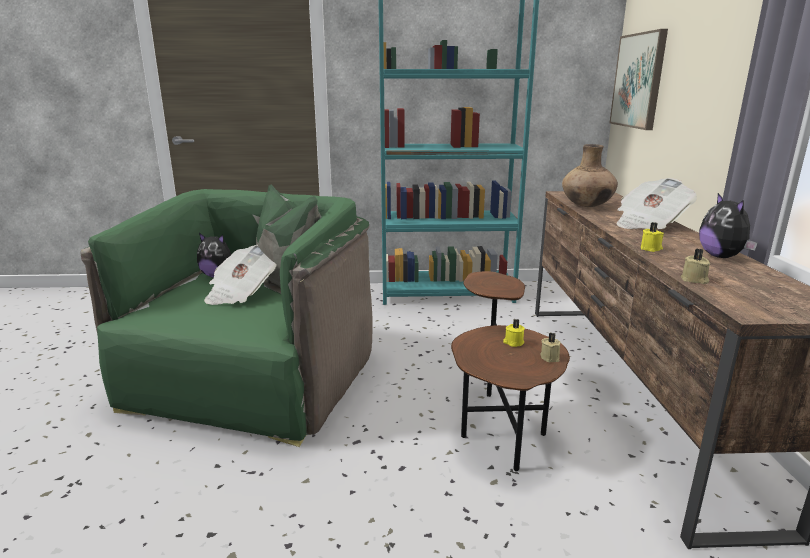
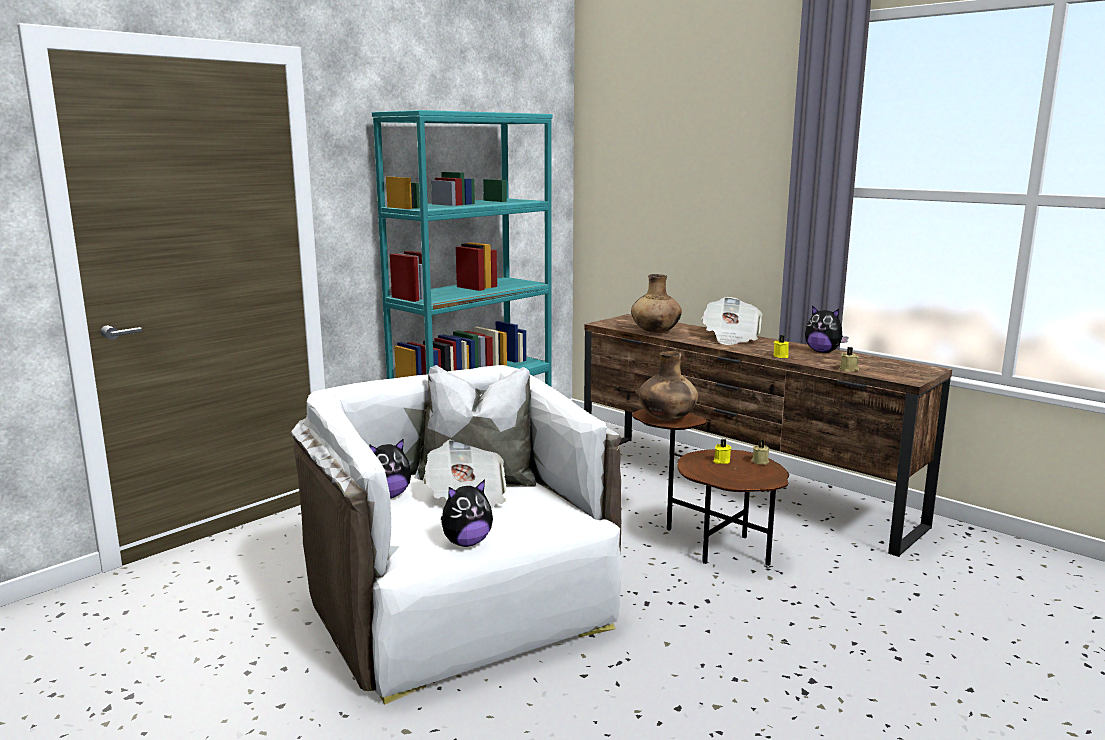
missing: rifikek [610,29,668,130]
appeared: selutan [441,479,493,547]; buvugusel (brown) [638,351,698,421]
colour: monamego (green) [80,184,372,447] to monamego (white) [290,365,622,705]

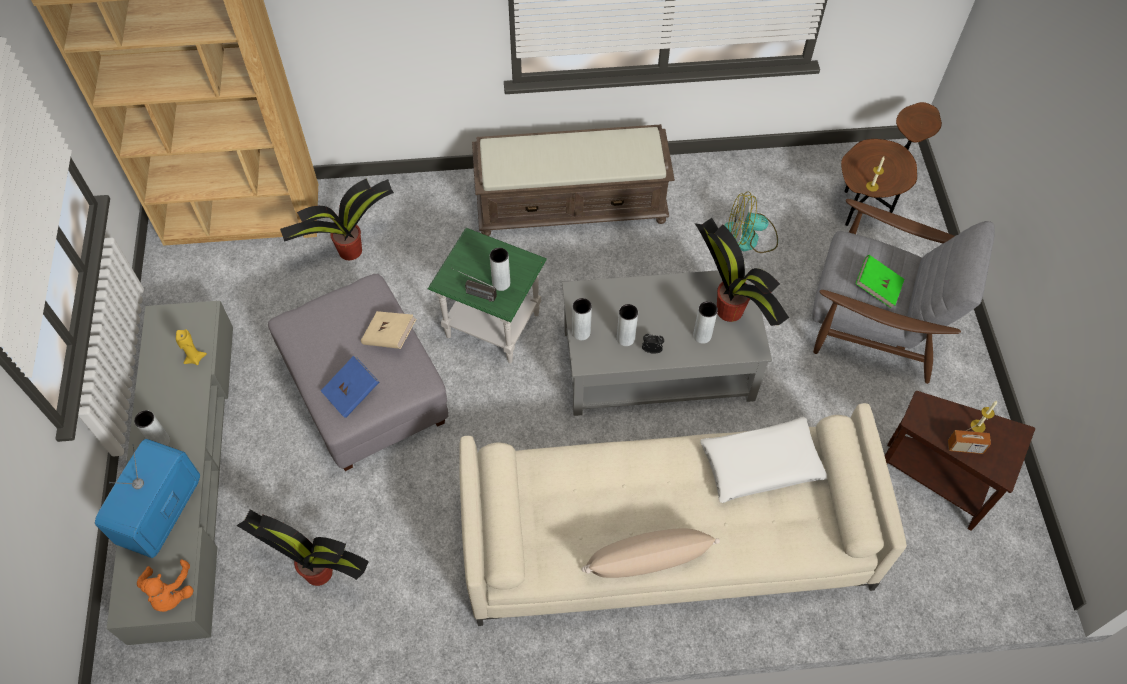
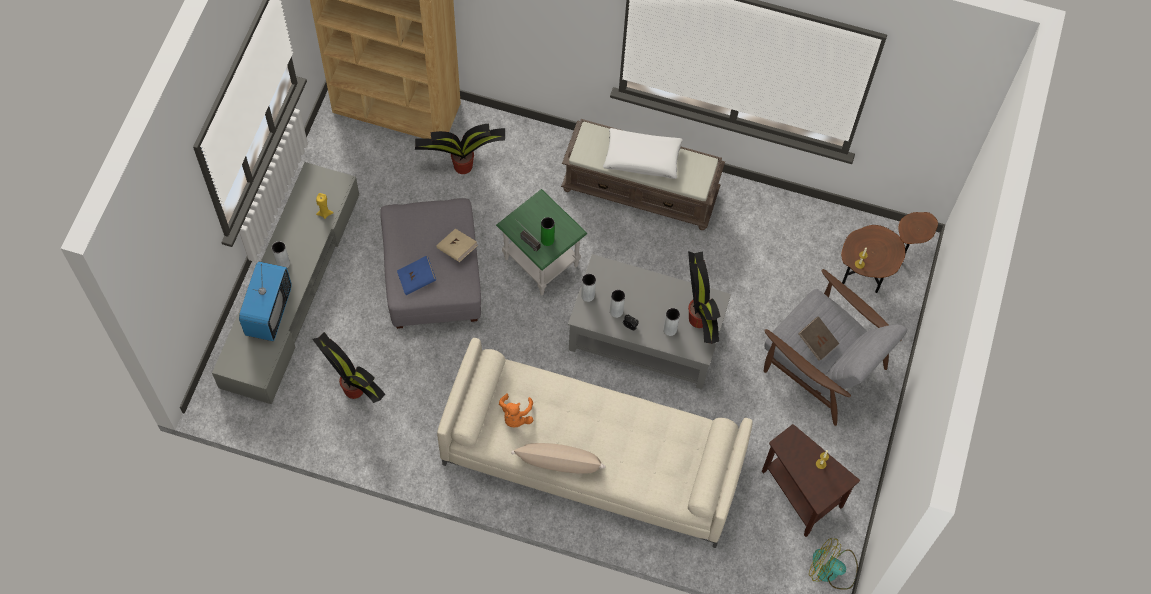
missing: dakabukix [948,419,991,454]
relocated: selutan (orange) [137,560,193,612] to [499,393,533,427]; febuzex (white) [701,417,827,503] to [603,128,683,179]; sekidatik [724,191,778,253] to [809,538,858,590]
colour: buvugusel (grey) [490,248,510,291] to buvugusel (green) [541,217,555,246]; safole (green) [855,255,904,308] to safole (brown) [798,316,839,360]
spun: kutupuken [95,439,200,558] = [239,261,292,341] 150 degrees clockwise

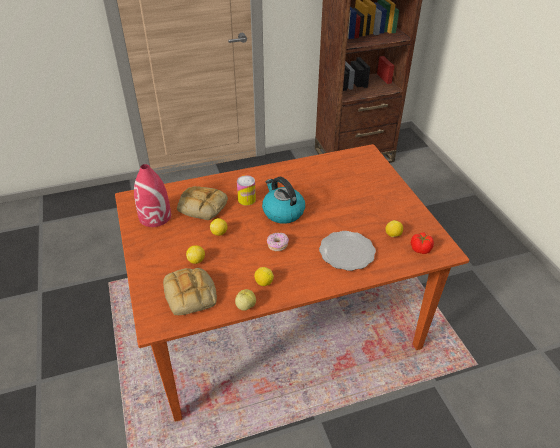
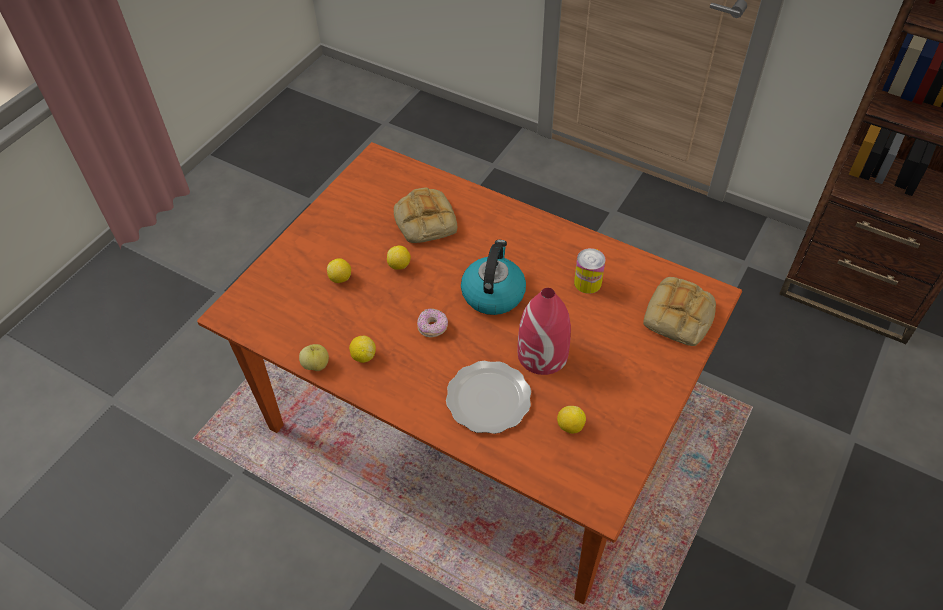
missing: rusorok [411,233,434,254]
relocated: buvugusel (red) [134,164,171,227] to [518,288,571,375]; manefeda [163,268,217,315] to [643,277,716,346]; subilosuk [237,175,256,205] to [574,248,605,294]

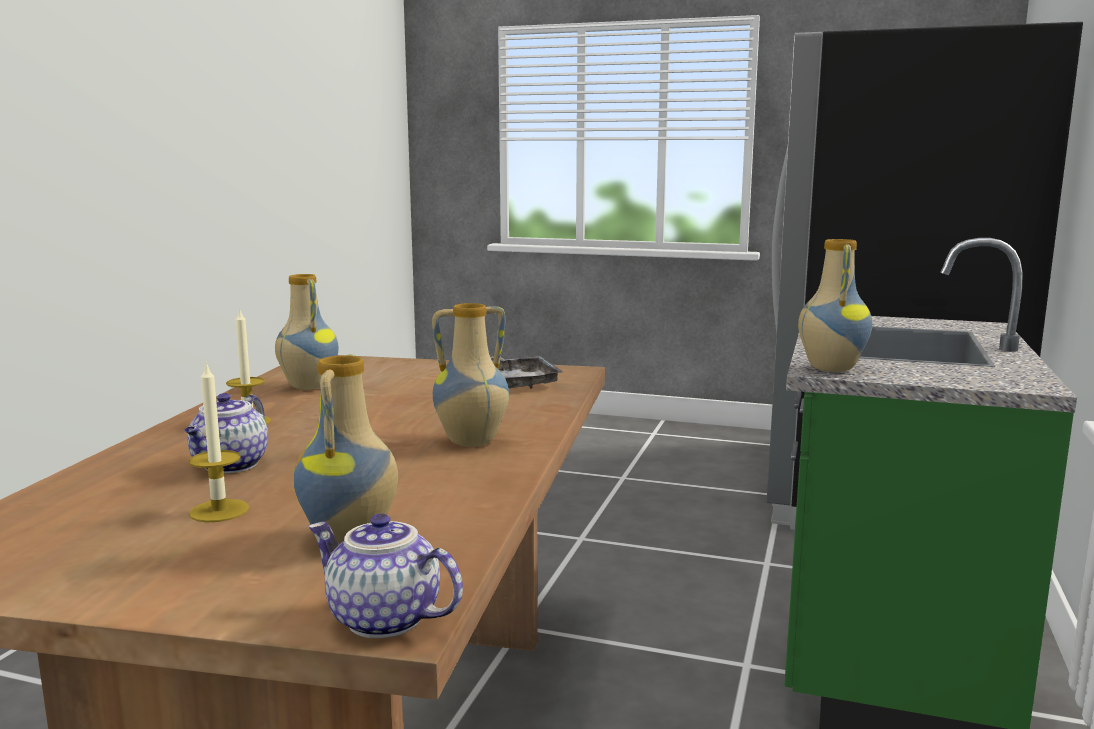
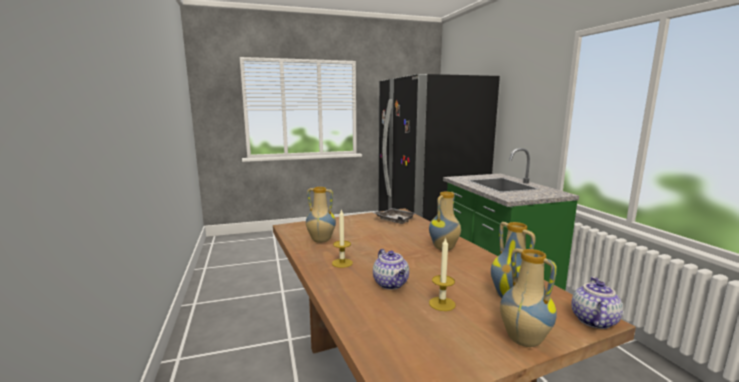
relocated: buvugusel [798,239,872,372] to [500,248,557,347]
spun: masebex [308,513,463,638] = [571,277,623,329] 120 degrees clockwise

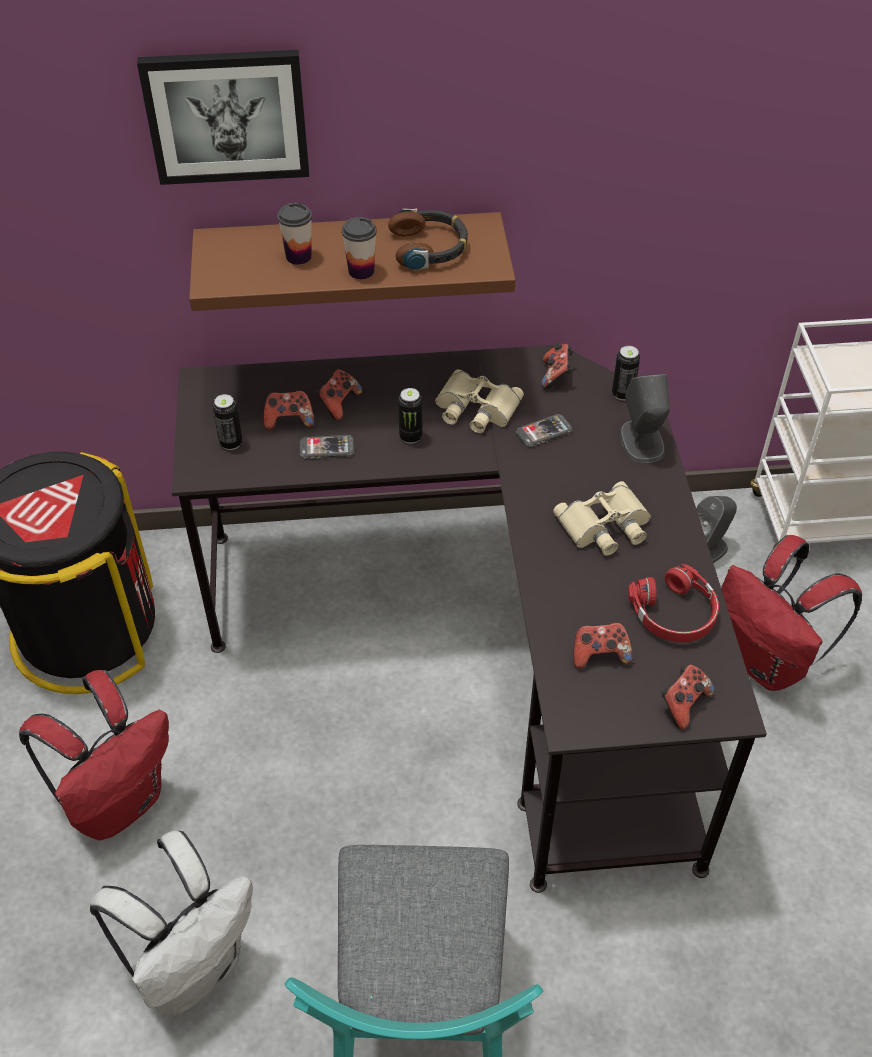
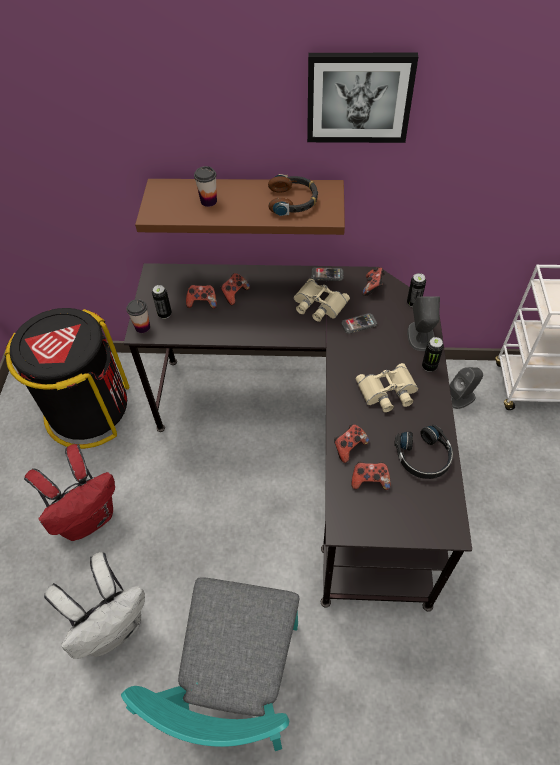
missing: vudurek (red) [721,535,862,691]
relocated: rifikek [137,50,309,185] to [307,53,418,143]; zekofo [300,435,354,459] to [311,267,344,281]; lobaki [342,217,377,279] to [126,299,150,333]; subilosuk [398,388,423,444] to [422,337,444,372]; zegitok [662,664,715,729] to [334,424,369,463]
colour: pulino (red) [628,564,719,642] to pulino (black) [394,425,453,479]

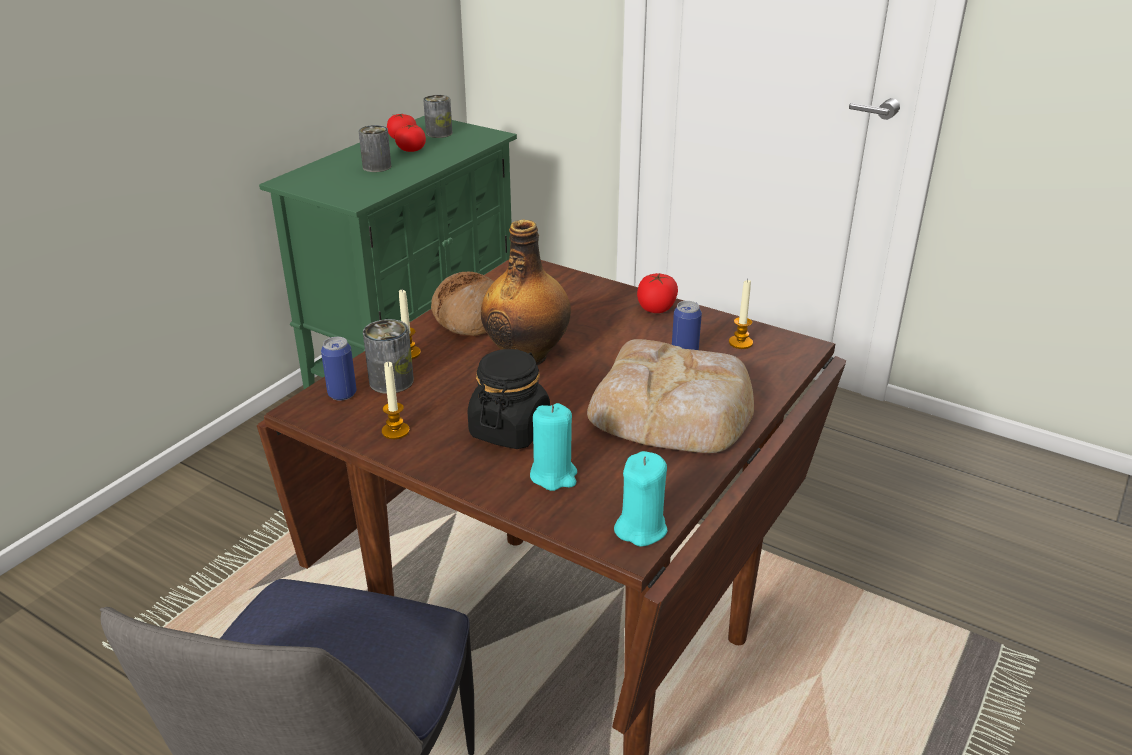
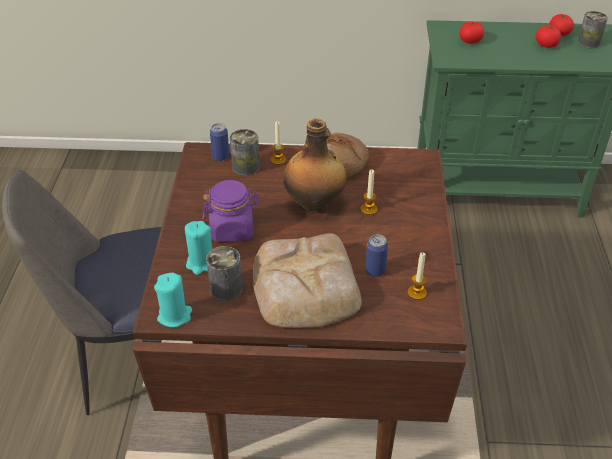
relocated: subilosuk [359,125,391,172] to [206,246,243,301]; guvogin [382,362,410,439] to [361,169,378,215]; rusorok [637,273,678,313] to [459,21,484,44]
colour: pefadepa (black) [468,349,550,449] to pefadepa (purple) [203,180,259,242]

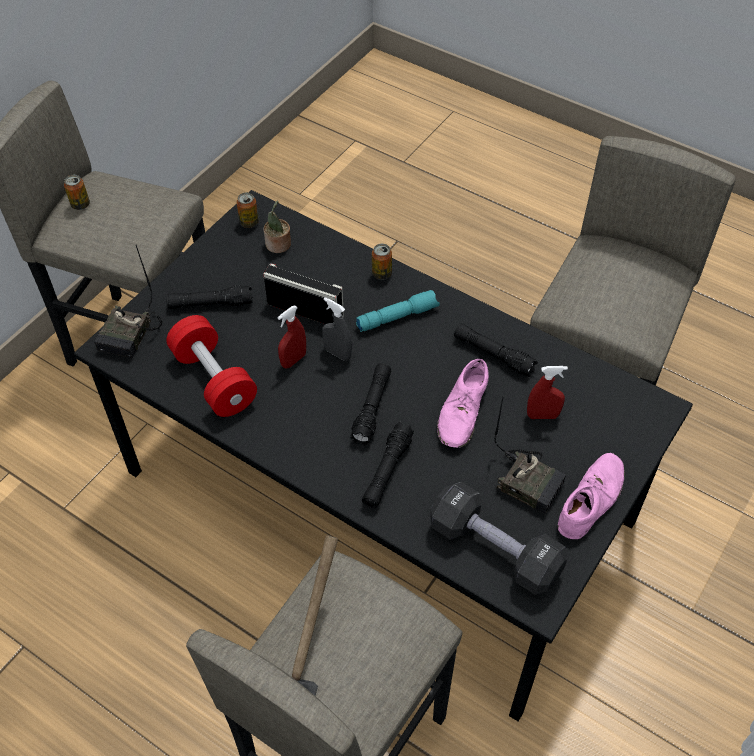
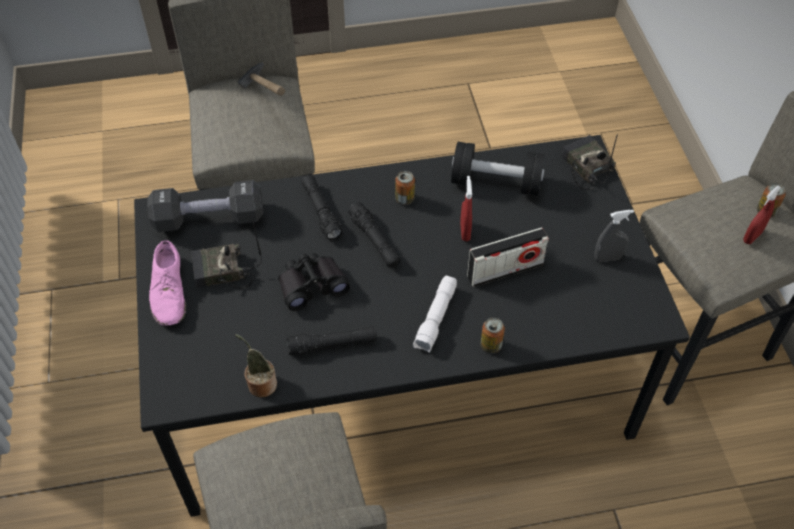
missing: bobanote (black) [166,285,253,309]
relocated: subilosuk [236,192,259,228] to [395,171,415,205]; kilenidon [264,201,291,253] to [235,334,277,397]; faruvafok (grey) [322,297,352,361] to [594,210,634,262]; faruvafok (red) [527,366,568,419] to [743,186,781,244]
exchanged: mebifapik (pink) [437,359,489,448] to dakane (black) [278,253,350,311]
colour: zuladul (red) [166,315,257,417] to zuladul (black) [451,142,545,196]; bobanote (turquoise) [356,290,440,332] to bobanote (white) [413,276,457,353]

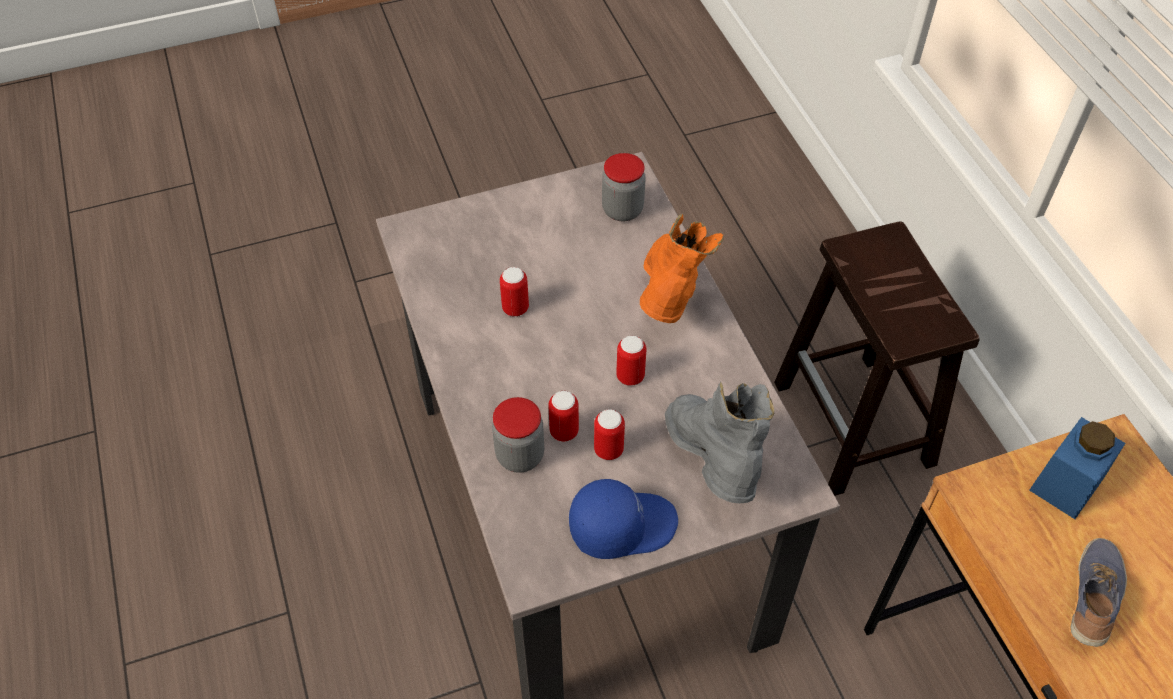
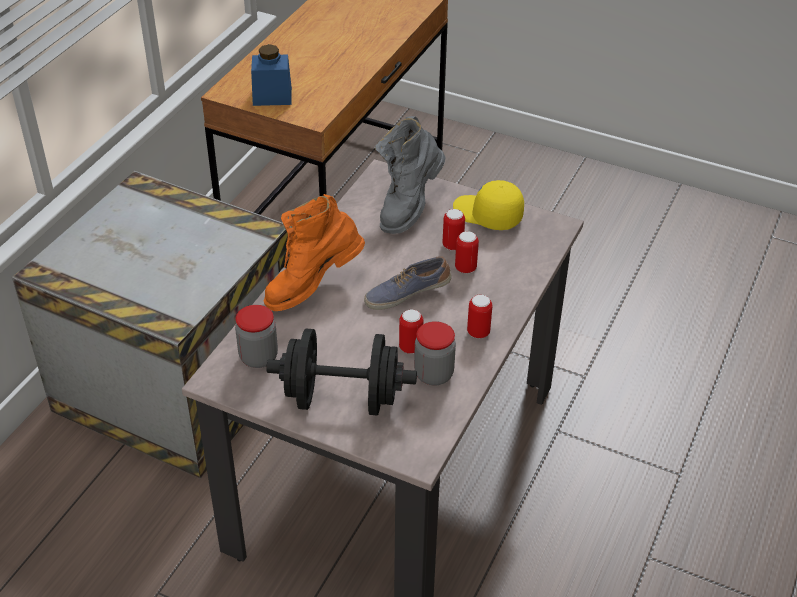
appeared: zuladul (black) [266,329,417,415]
relocated: pefadepa [492,397,544,473] to [414,321,456,385]; subilosuk [616,336,647,386] to [467,295,492,339]; mebifapik [1070,538,1127,647] to [364,256,452,310]
exchanged: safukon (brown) [774,221,980,496] to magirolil [12,171,288,479]
colour: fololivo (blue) [569,479,678,559] to fololivo (yellow) [453,180,524,230]

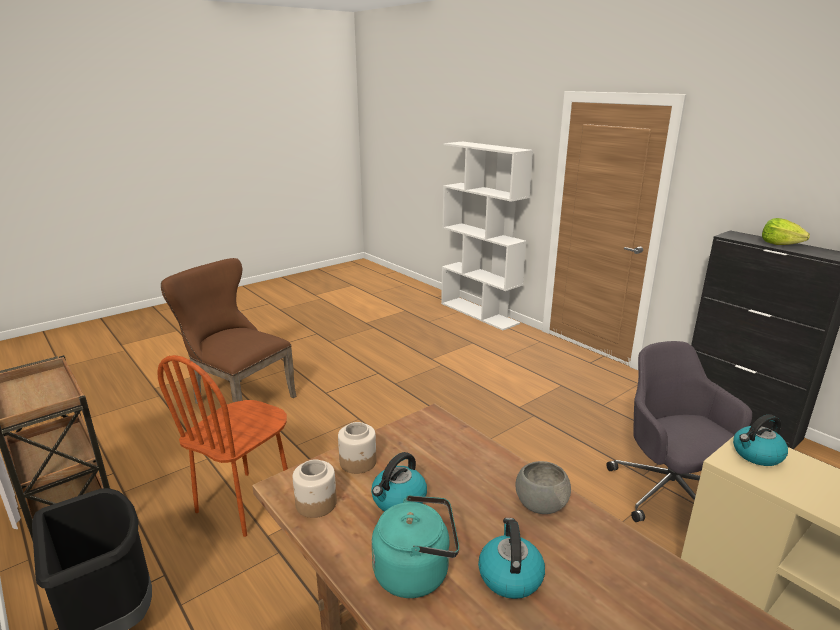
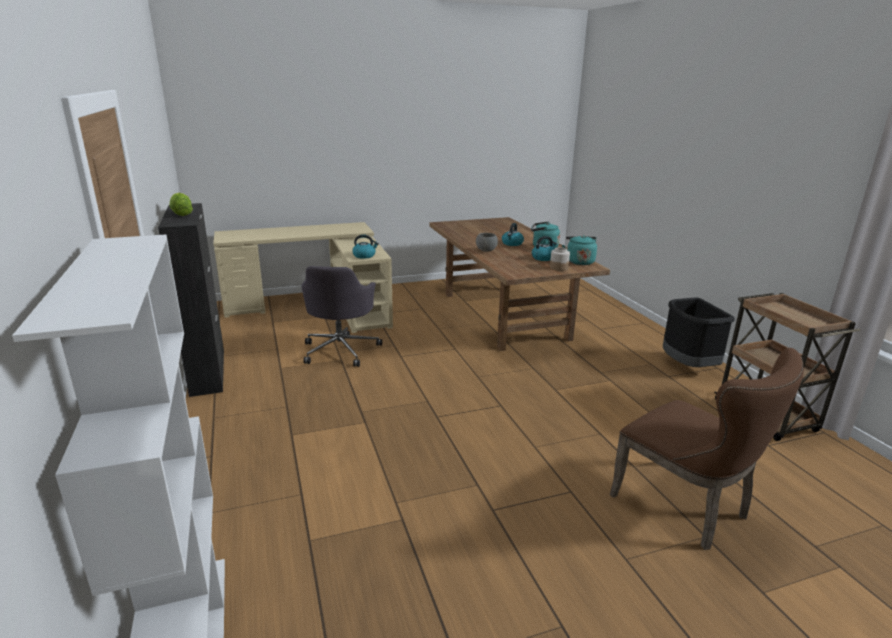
missing: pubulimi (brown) [157,355,288,537]
exchanged: pefadepa [293,459,337,518] to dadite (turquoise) [562,235,597,265]

